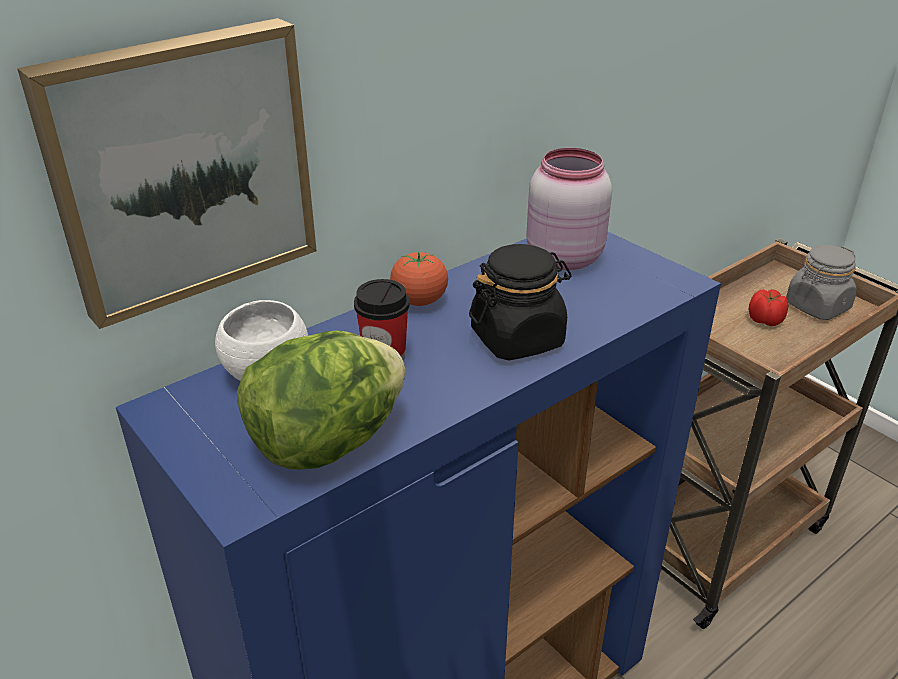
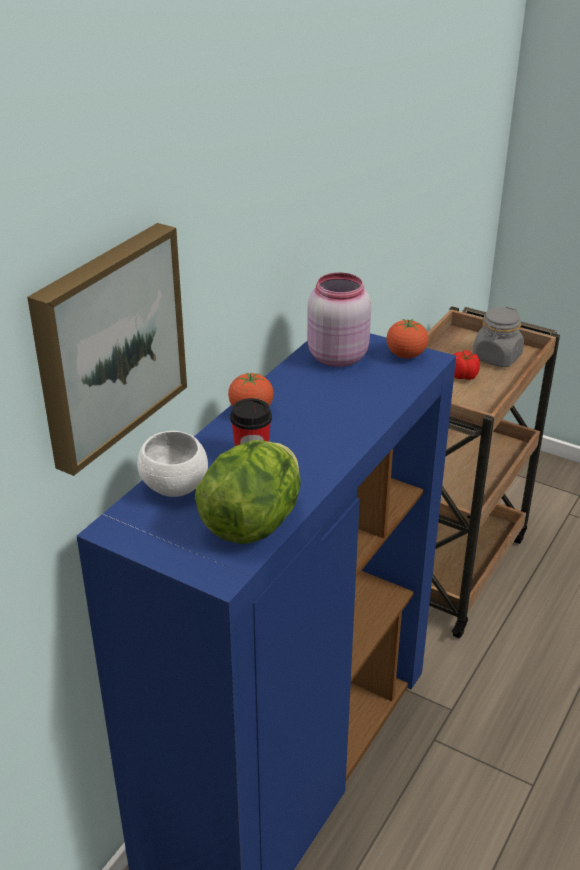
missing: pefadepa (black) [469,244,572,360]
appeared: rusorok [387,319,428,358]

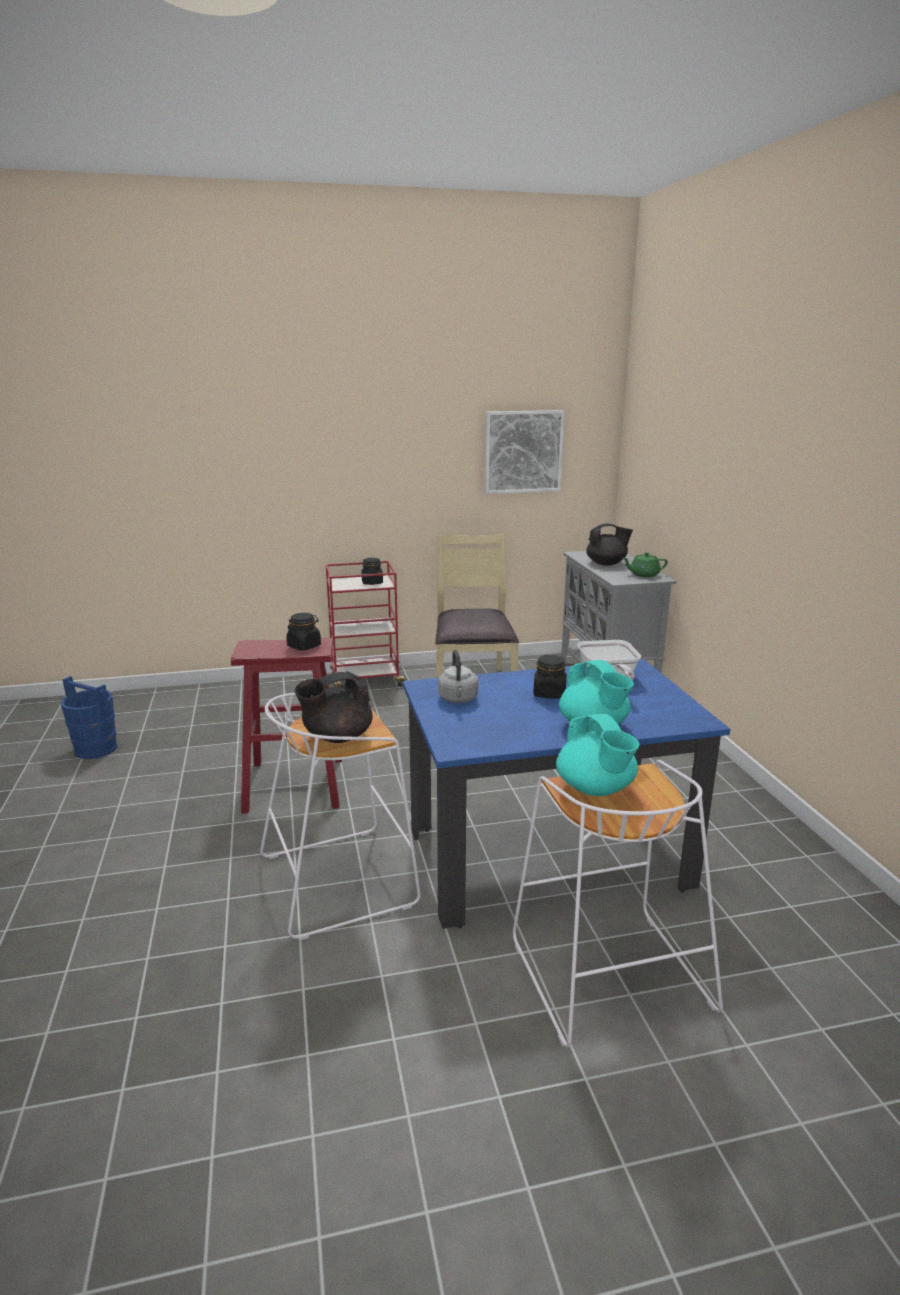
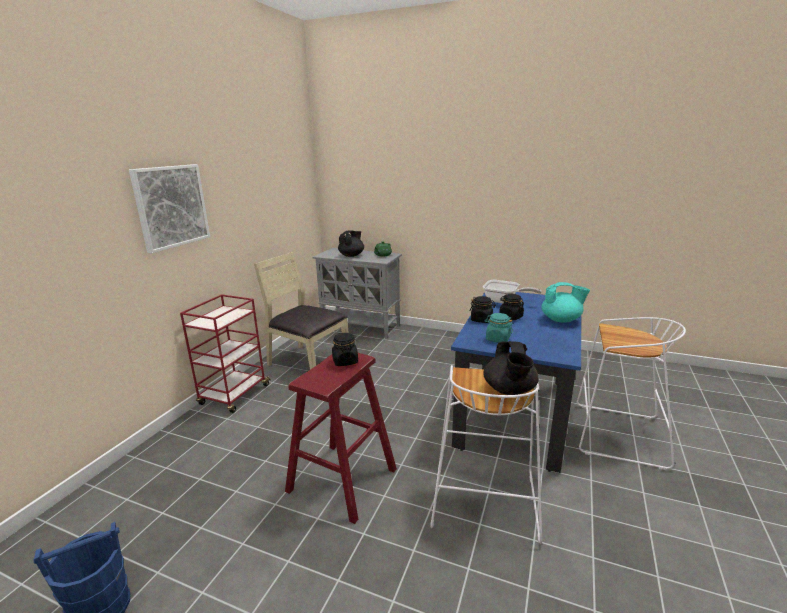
missing: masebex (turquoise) [556,714,639,796]
relocated: pefadepa (black) [361,558,383,585] to [469,296,496,323]; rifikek [485,410,565,494] to [129,164,210,254]
exchanged: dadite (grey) [438,649,478,703] to pefadepa (turquoise) [485,313,513,343]

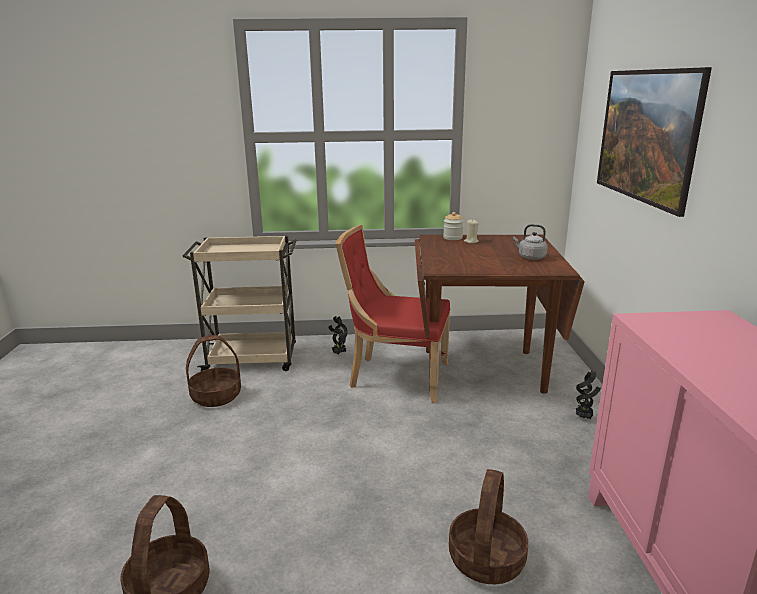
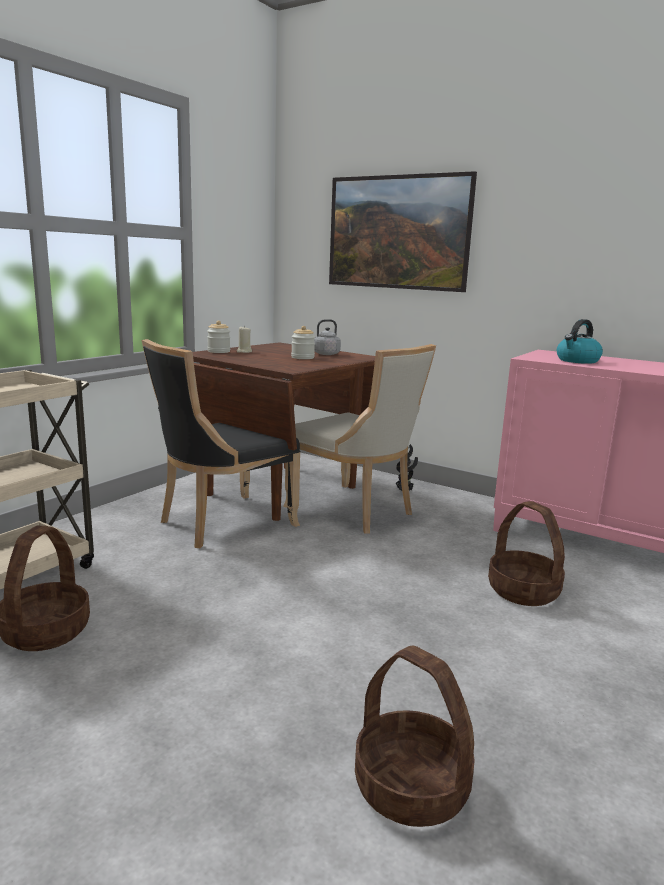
missing: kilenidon [328,316,348,355]
appeared: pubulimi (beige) [283,344,436,534]; pefadepa [291,326,315,359]; dadite [557,319,603,364]
colour: pubulimi (red) [336,225,450,403] to pubulimi (black) [141,339,300,548]

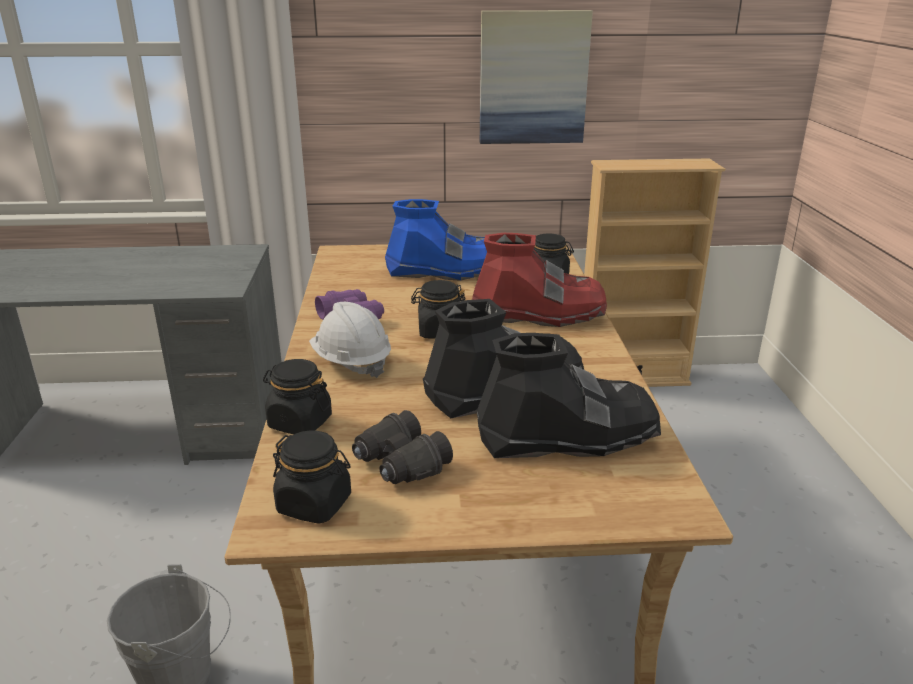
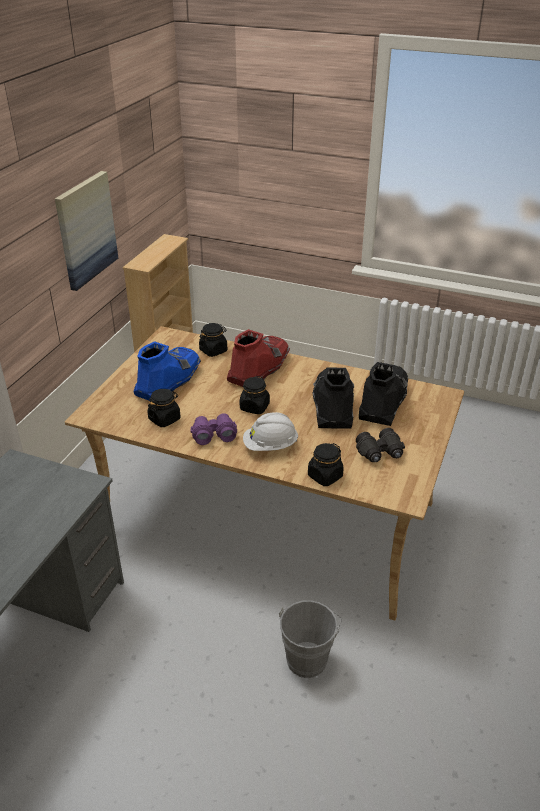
relocated: pefadepa (black) [273,431,351,524] to [147,389,180,427]

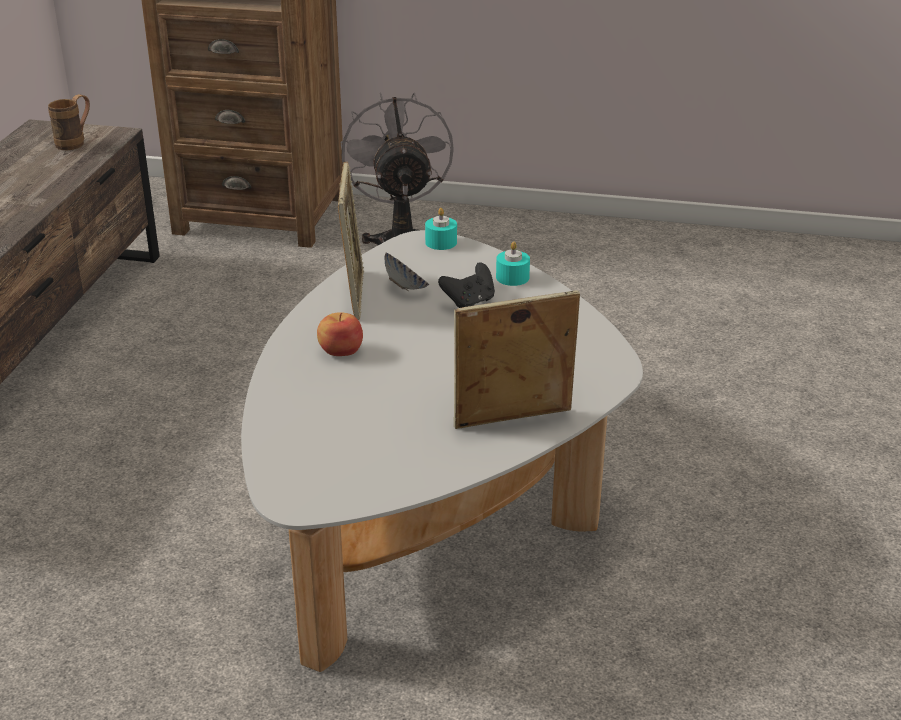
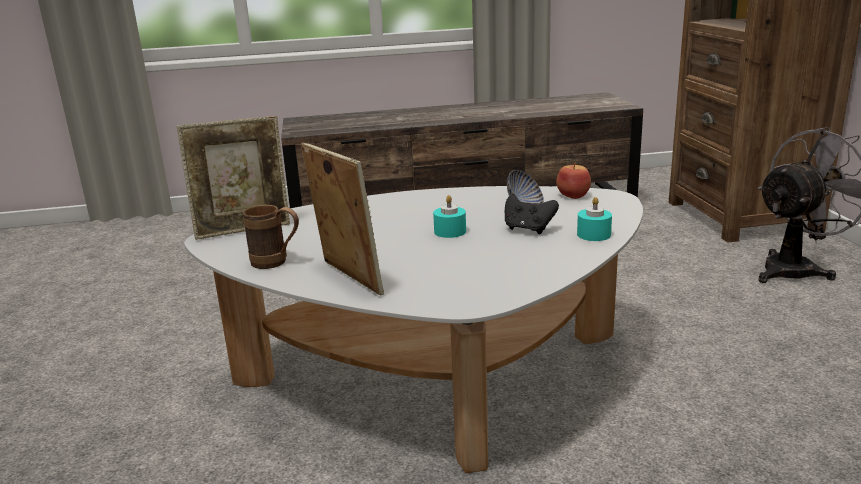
relocated: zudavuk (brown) [48,94,90,150] to [243,205,299,269]; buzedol [317,312,363,356] to [556,163,591,199]; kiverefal [338,161,364,320] to [177,116,290,240]; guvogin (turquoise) [425,208,457,250] to [433,195,466,238]

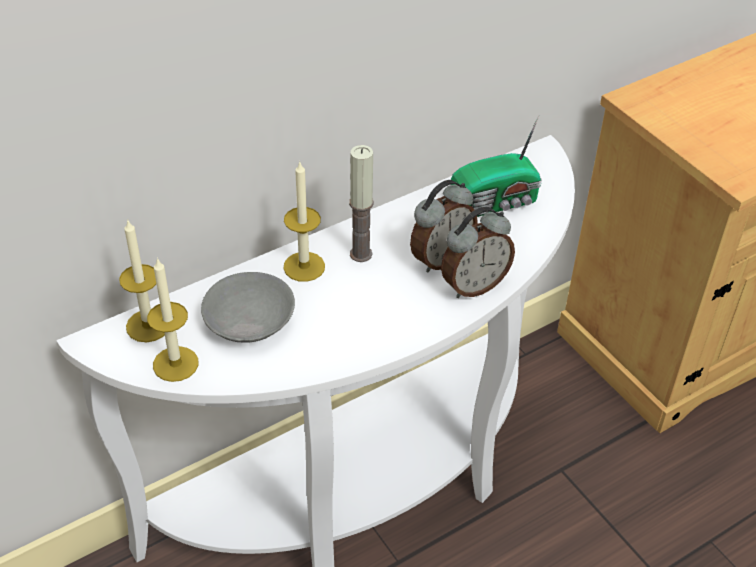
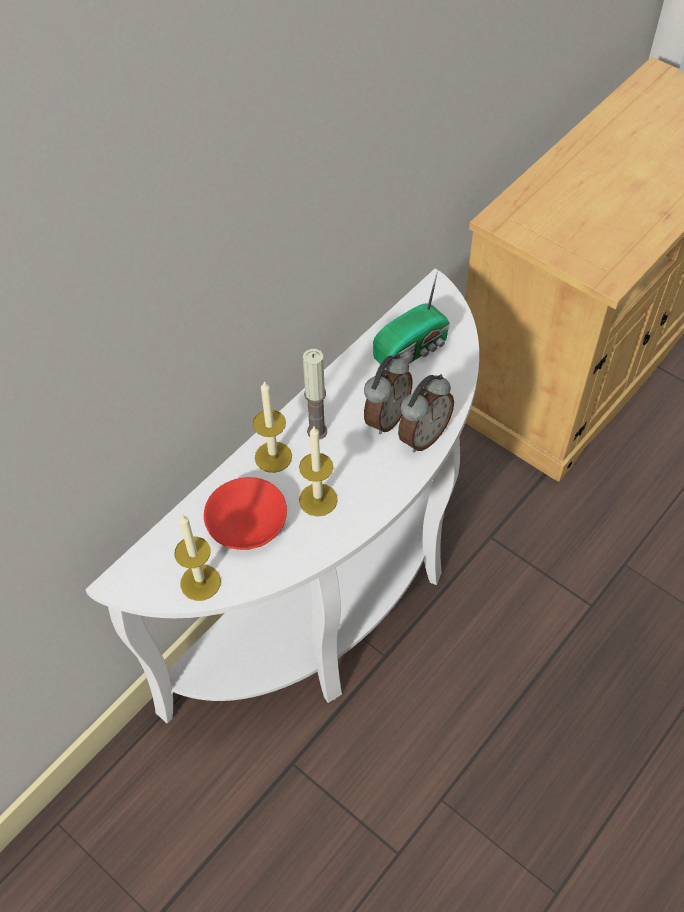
relocated: guvogin [119,221,165,342] to [299,427,338,517]
colour: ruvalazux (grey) [201,272,295,343] to ruvalazux (red) [204,477,287,550]

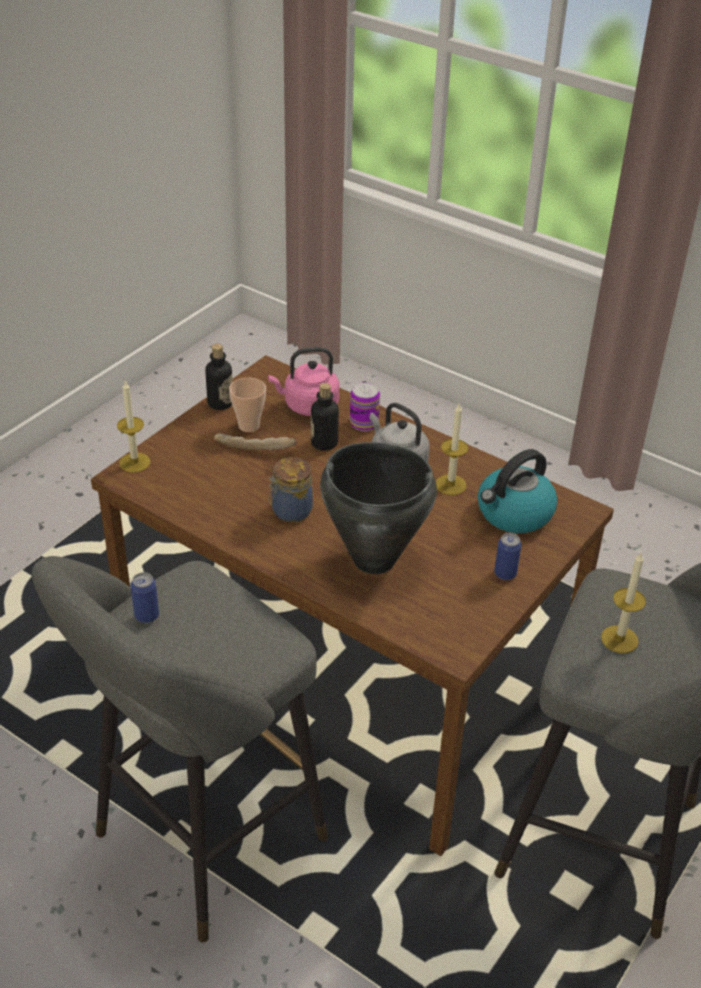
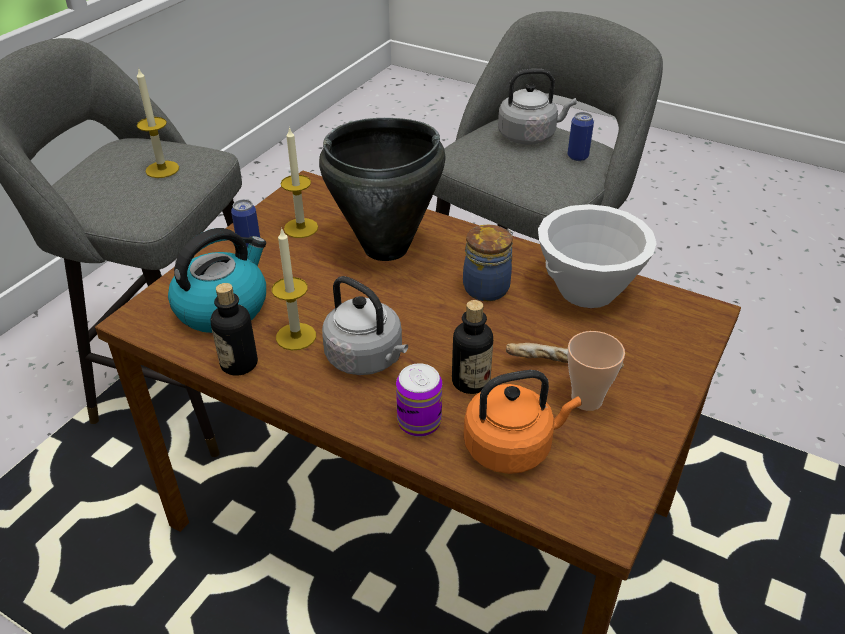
appeared: dadite (grey) [498,69,577,144]; ruvalazux (white) [538,204,657,308]
relocated: guvogin [117,381,150,473] to [280,127,318,238]; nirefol [205,344,233,410] to [210,283,258,376]
colour: dadite (pink) [268,347,339,416] to dadite (orange) [464,370,582,474]

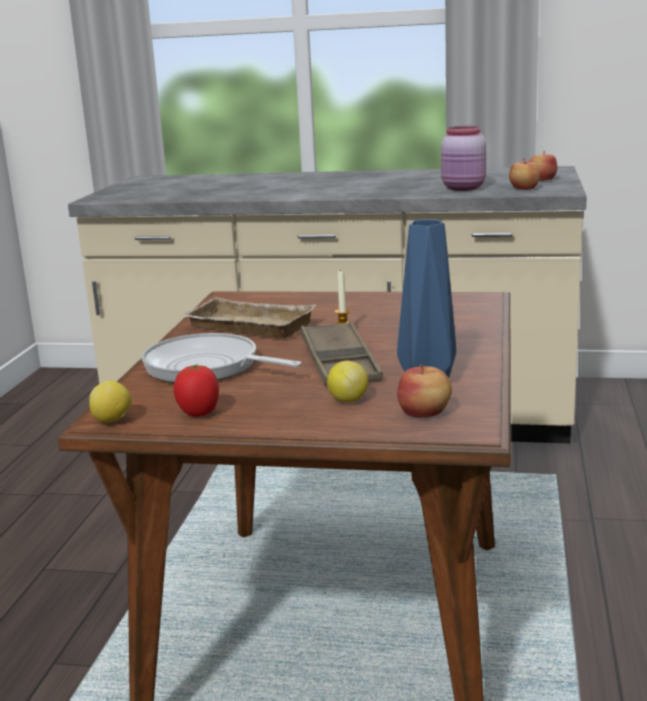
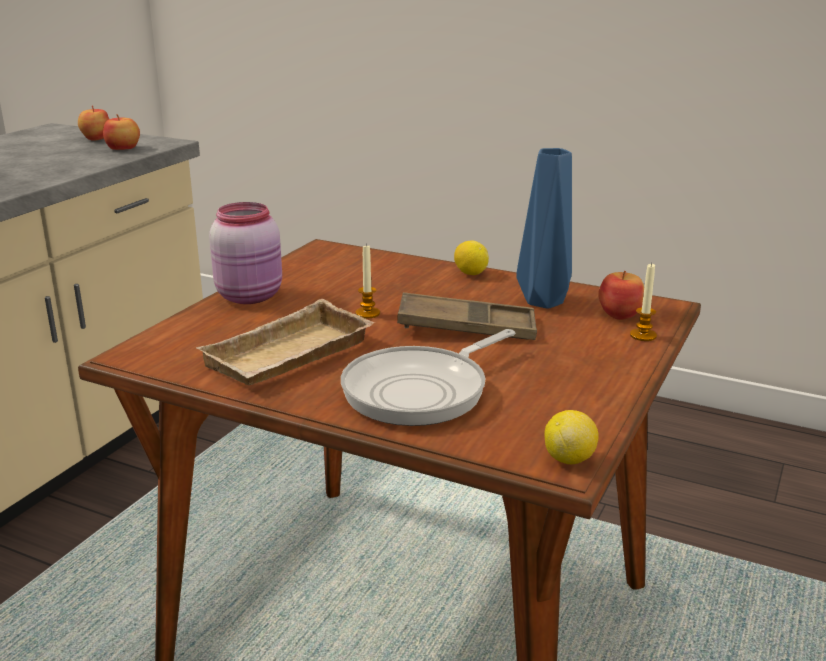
missing: rusorok [173,364,219,417]
appeared: guvogin [630,262,657,341]
relocated: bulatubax [327,361,368,402] to [454,240,489,275]; pefadepa (pink) [441,126,486,191] to [209,202,282,304]

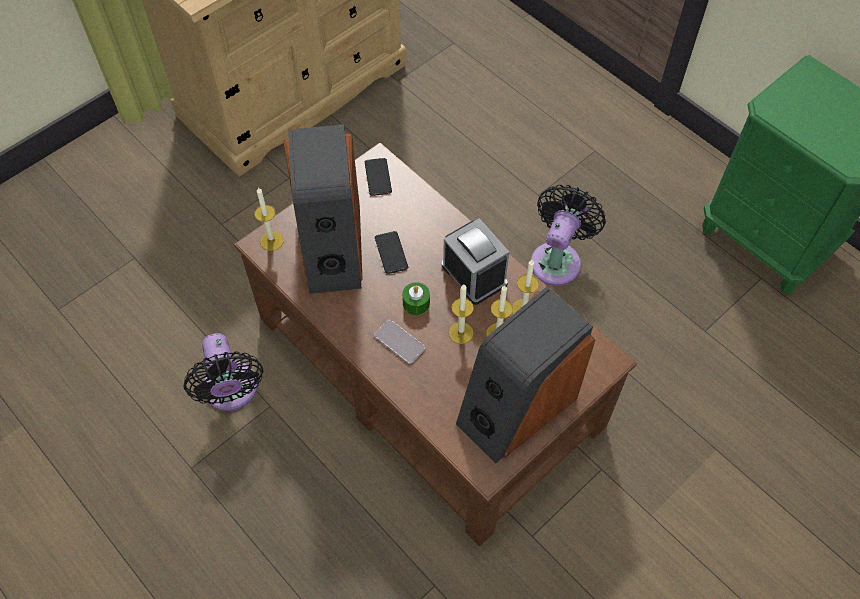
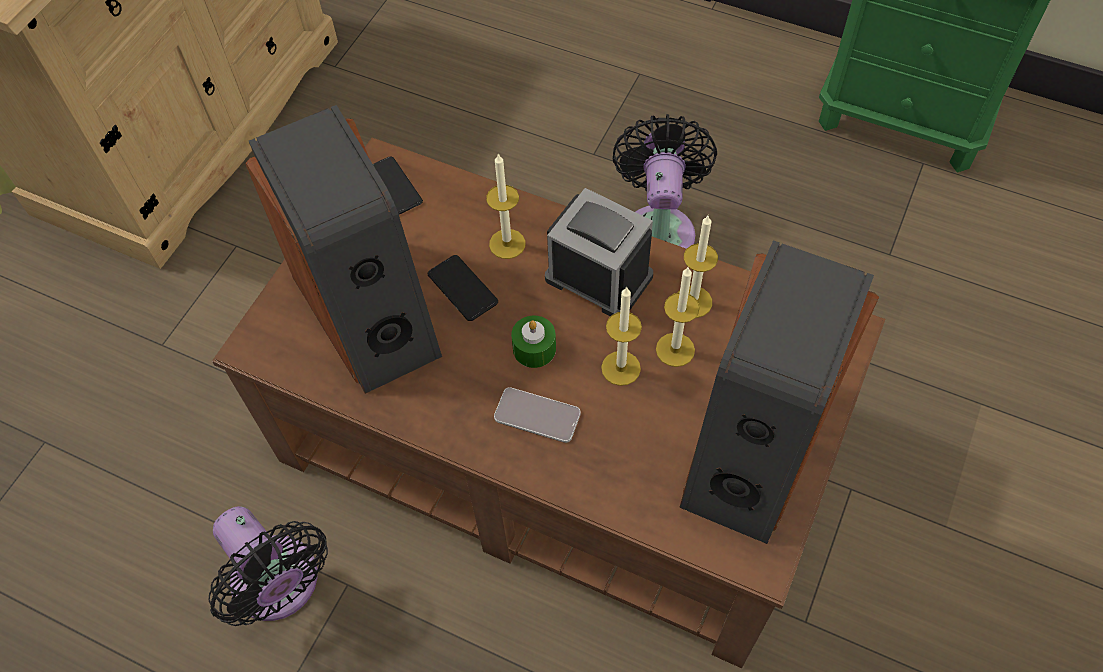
relocated: guvogin [254,187,284,251] to [486,154,526,259]

